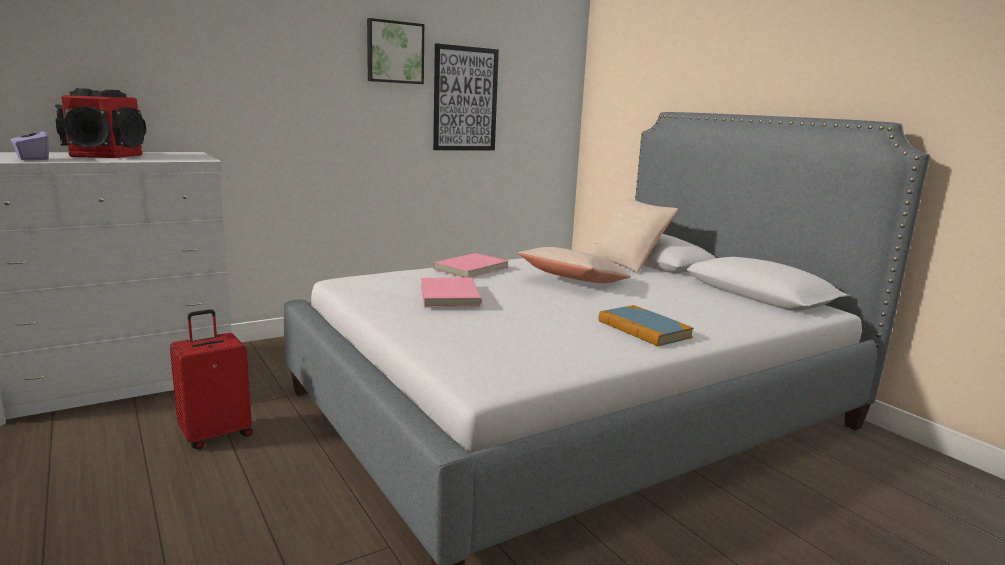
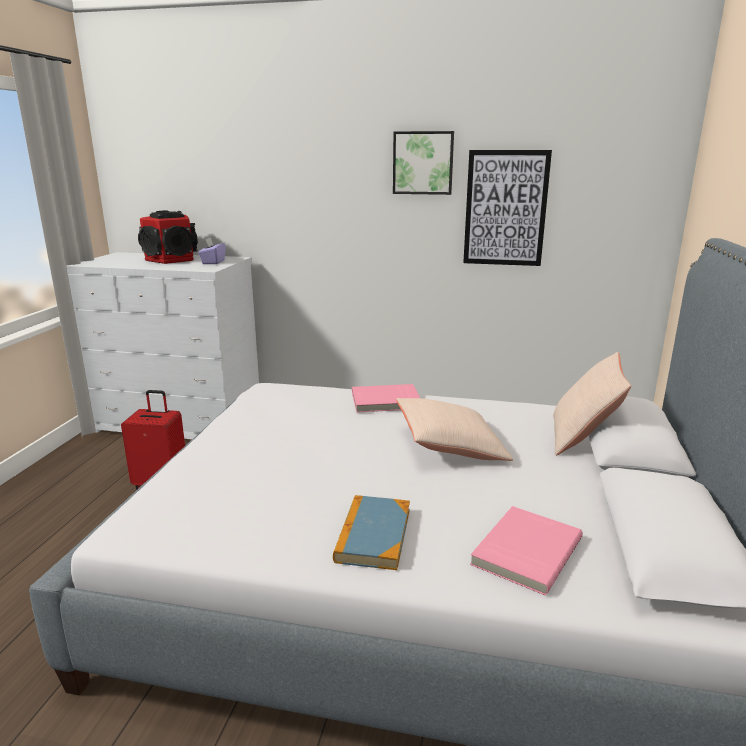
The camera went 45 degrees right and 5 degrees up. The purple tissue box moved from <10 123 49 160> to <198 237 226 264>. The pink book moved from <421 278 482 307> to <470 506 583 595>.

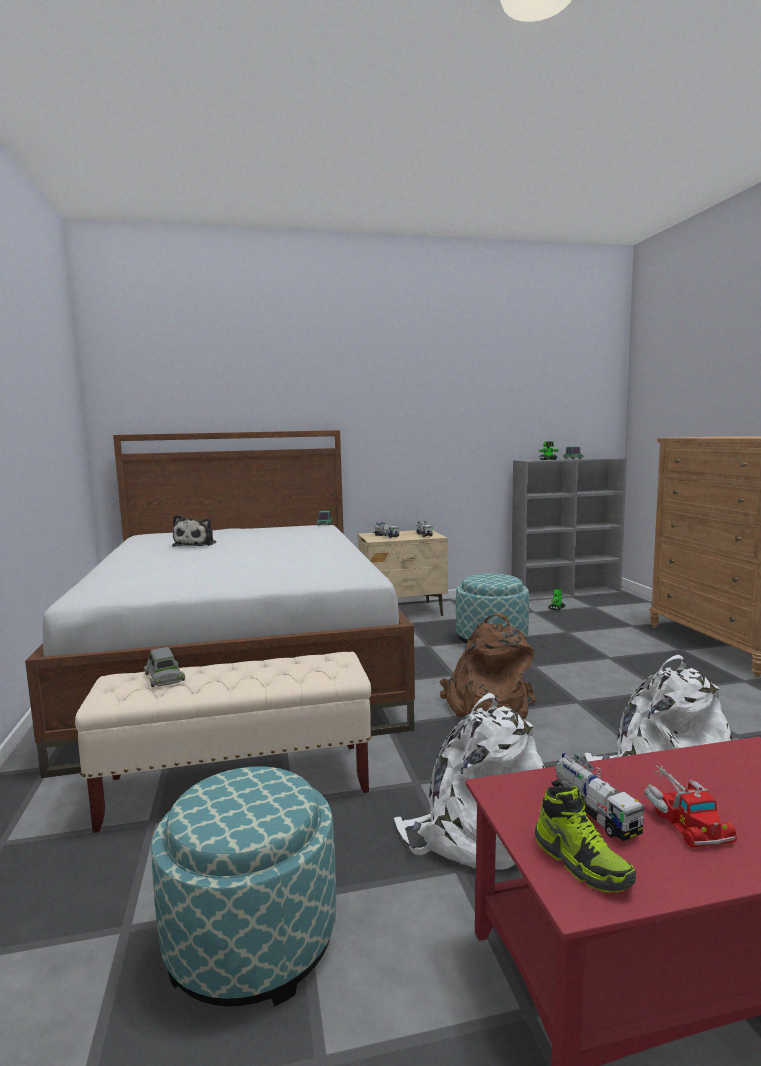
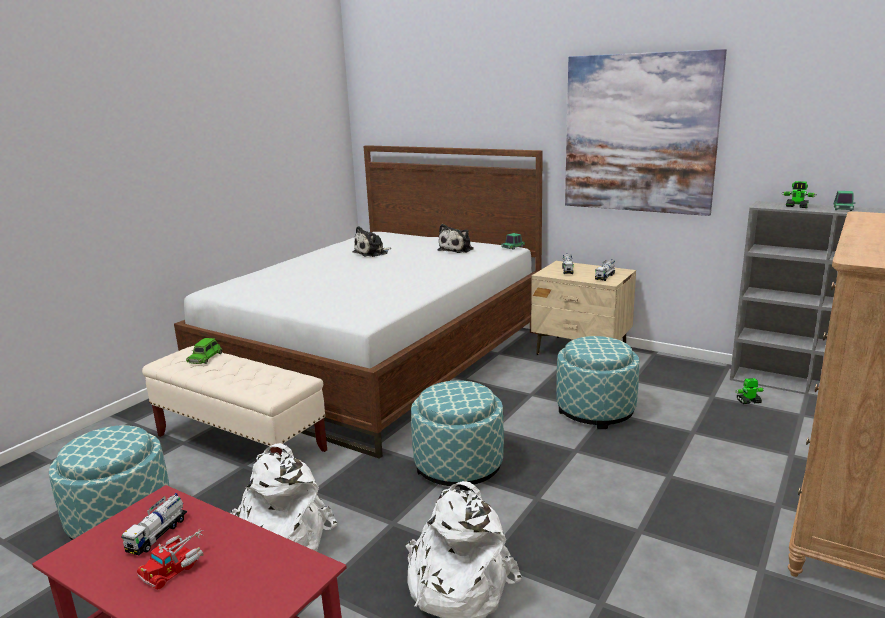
The camera went 45 degrees right and 10 degrees up. The grey toy car at <144 647 185 687> became the green toy car at <186 338 222 364>. The brown backpack at <439 613 537 719> was replaced by the ottoman at <411 380 504 491>. The shoe at <535 786 636 892> disappeared. The plush toy at <438 224 474 253> appeared. The picture at <565 49 727 216> appeared.

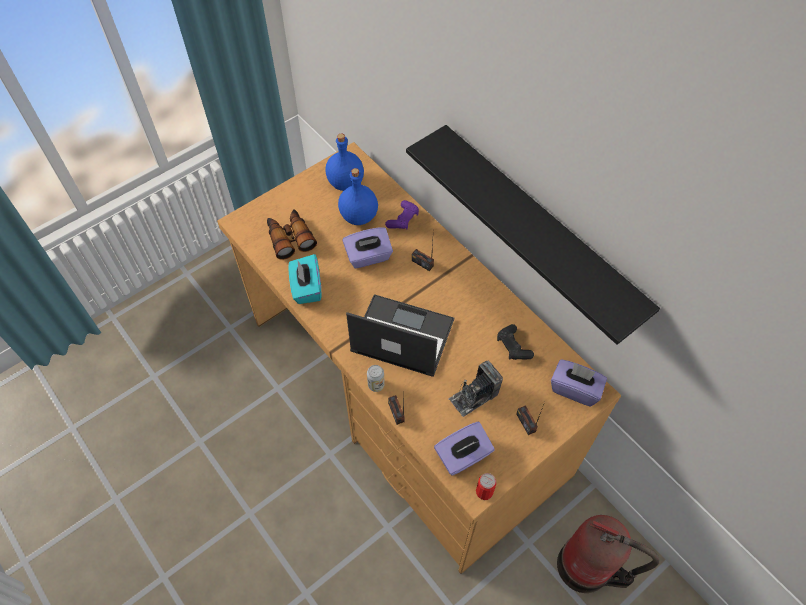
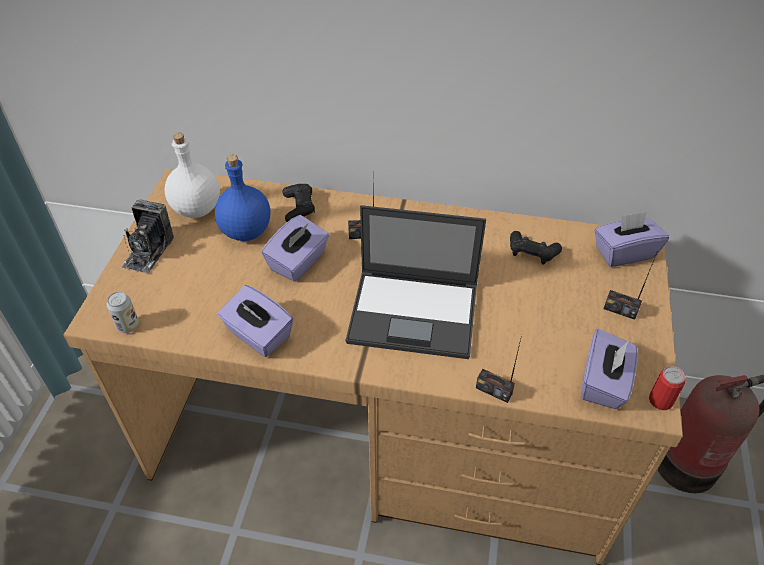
The camera went 40 degrees left and 10 degrees down. The binoculars at <267 209 317 260> disappeared. The turquoise tissue box at <288 254 321 304> became the purple tissue box at <218 285 293 357>. The blue bottle at <325 134 364 191> became the white bottle at <164 133 220 218>. The laptop at <346 294 455 377> turned 150 degrees counterclockwise. The can moved from <367 365 385 392> to <107 292 139 333>. The purple game controller at <385 200 419 229> became the black game controller at <282 184 315 222>. The black shelf at <406 125 660 345> disappeared. The photo camera moved from <449 360 503 417> to <121 199 174 273>.

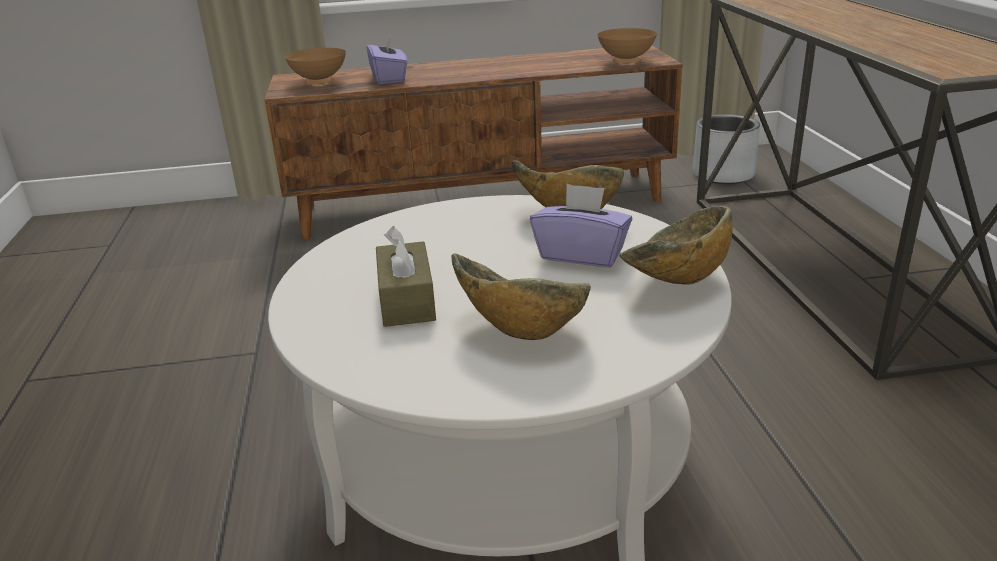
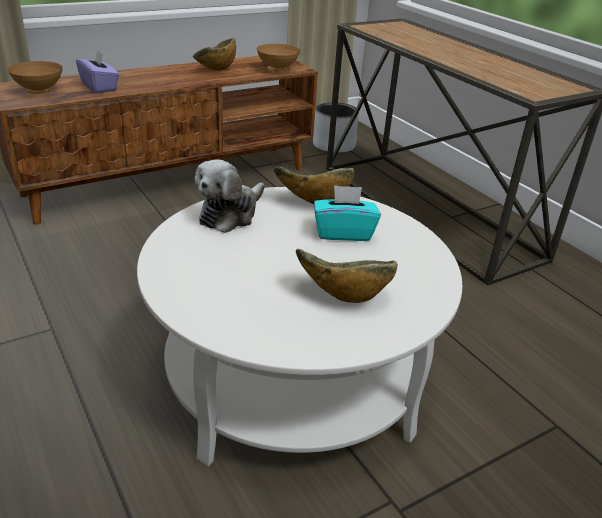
The camera went 25 degrees left and 5 degrees up. The brown tissue box at <376 226 436 327> disappeared. The purple tissue box at <530 184 632 267> became the turquoise tissue box at <314 185 381 241>. The bowl moved from <619 206 733 285> to <193 37 236 71>. The plush toy at <195 159 265 233> appeared.

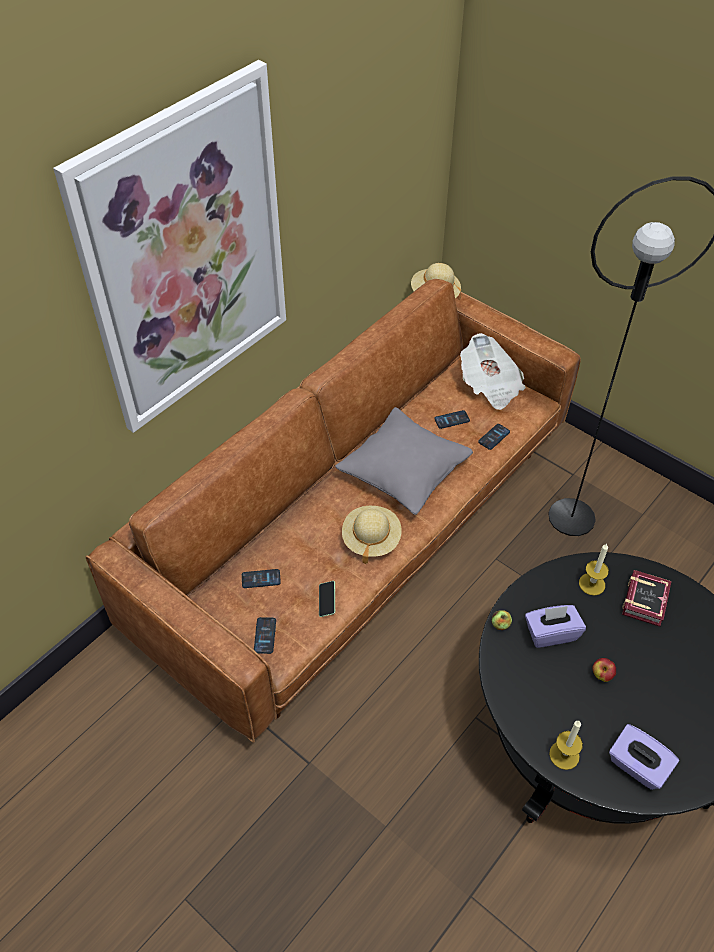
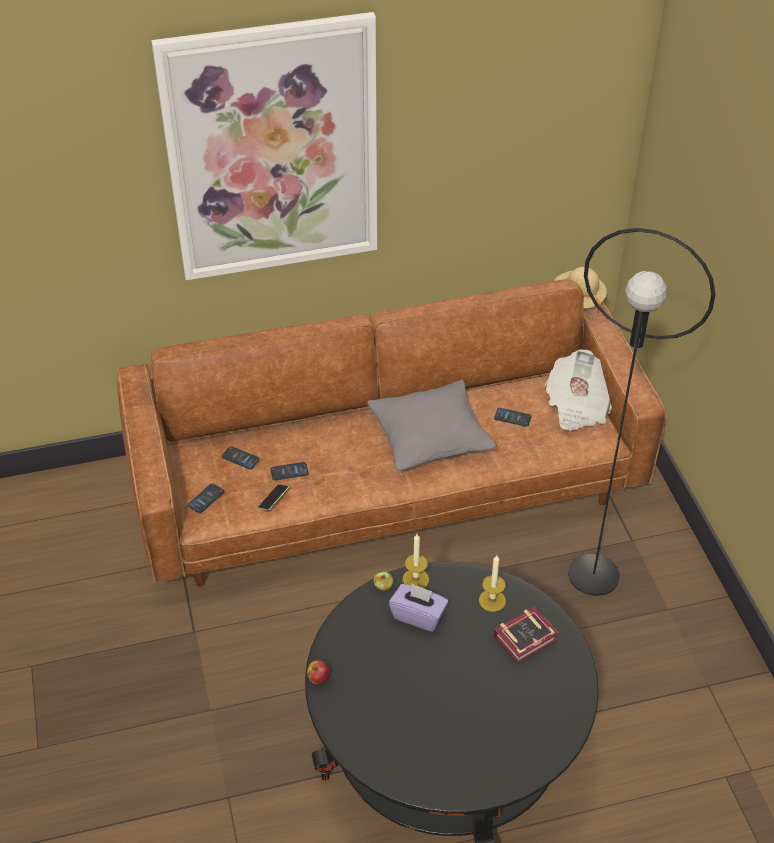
The camera went 35 degrees right and 5 degrees down. The beige hat at <342 506 401 564> disappeared. The phone moved from <478 424 510 450> to <270 462 309 480>. The candle moved from <549 721 583 770> to <403 534 429 588>. The apple moved from <592 658 616 682> to <307 660 331 684>. The purple tissue box at <609 724 679 790> disappeared.

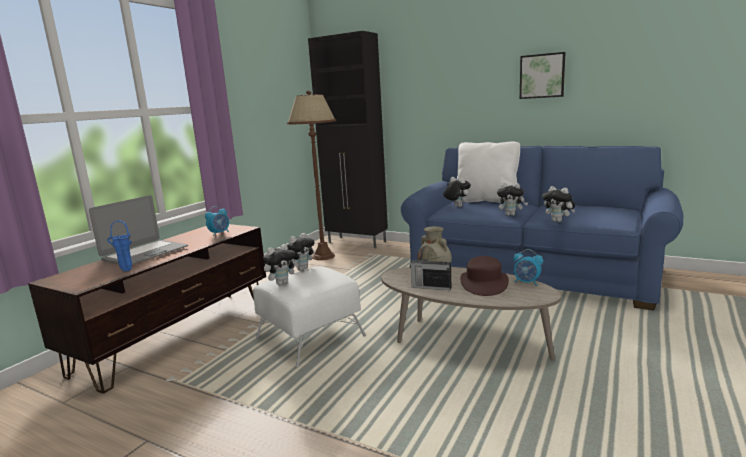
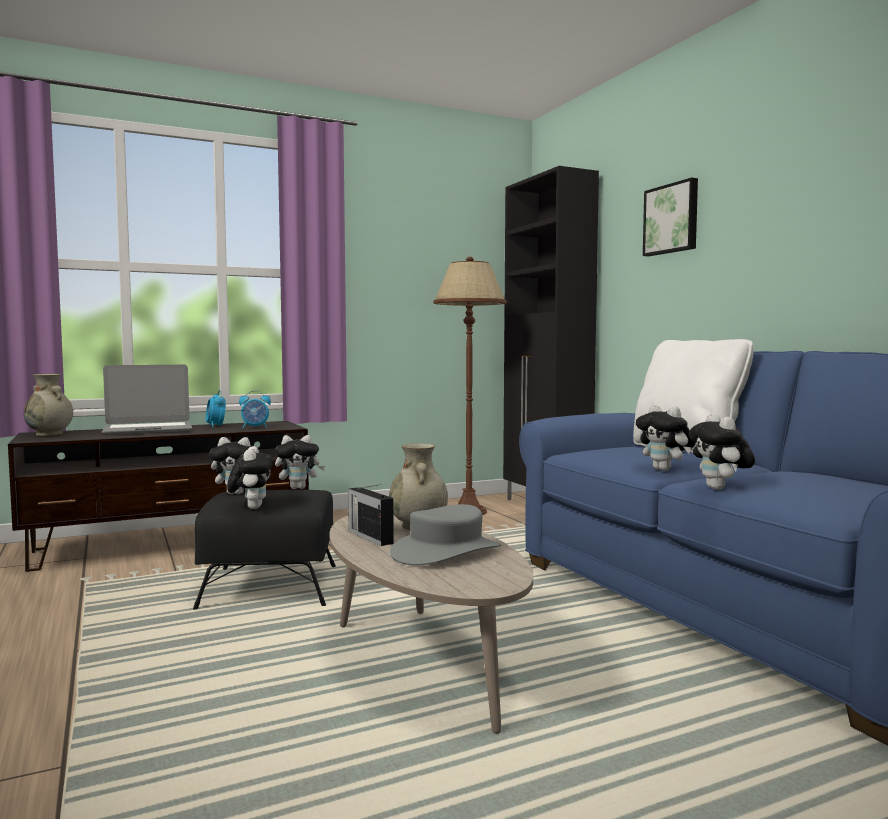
The camera went 35 degrees right and 10 degrees down. The blue vase at <107 221 132 271> disappeared. The white ottoman at <253 266 366 367> became the black ottoman at <193 490 336 610>. The plush toy moved from <443 177 471 207> to <227 446 274 509>. The brown hat at <460 256 509 296> became the grey hat at <390 504 501 565>. The alarm clock moved from <513 249 543 286> to <206 390 226 427>. The picture moved from <520 52 565 99> to <643 178 698 256>. The beige vase at <23 374 73 436> appeared.

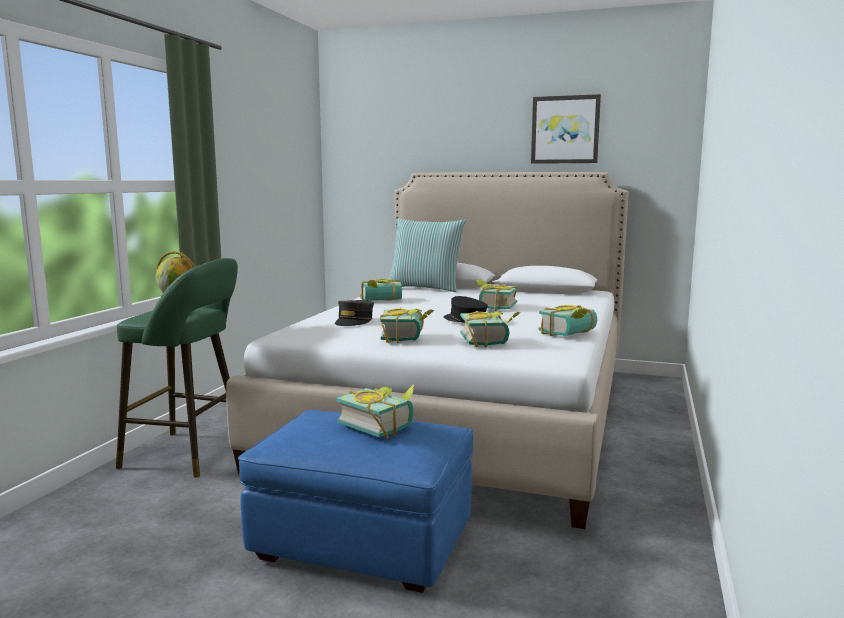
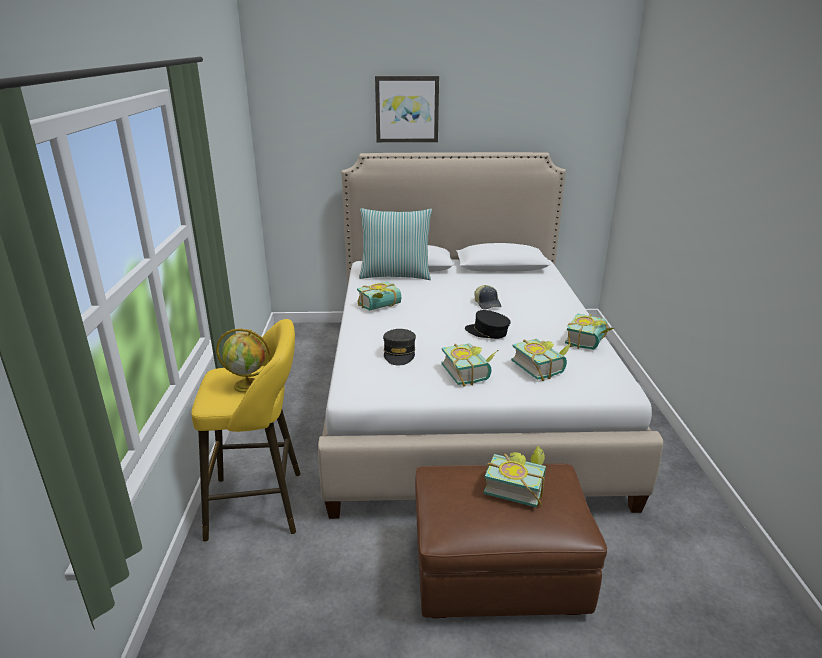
The camera went 20 degrees left and 15 degrees up. The green stool at <116 258 238 478> became the yellow stool at <191 319 300 541>. The blue ottoman at <238 410 473 593> became the brown ottoman at <415 464 607 618>. The book at <476 279 518 311> was replaced by the cap at <474 285 502 310>. The picture moved from <531 94 601 164> to <375 76 439 142>.

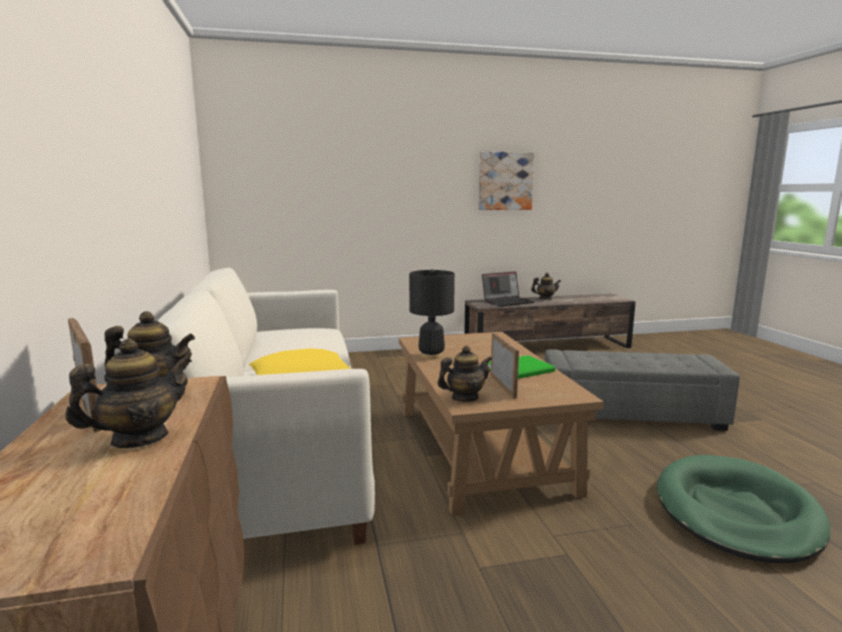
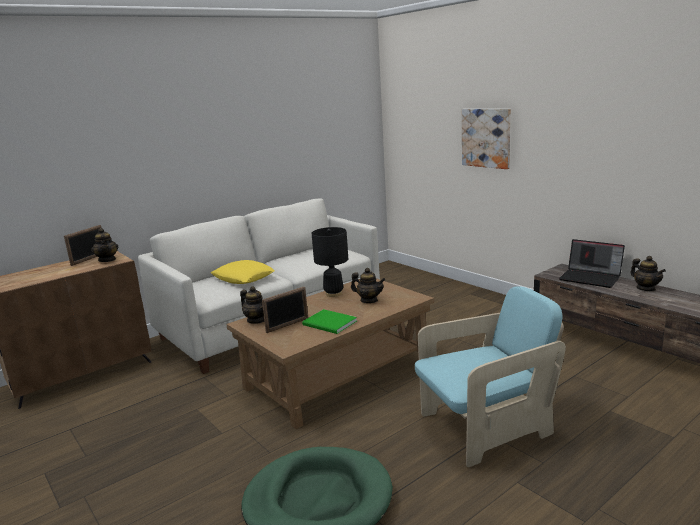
The camera went 65 degrees right and 5 degrees up. The teapot moved from <65 338 192 448> to <351 268 385 303>. The picture moved from <478 151 534 210> to <462 109 511 169>. The grey ottoman at <545 349 740 431> was replaced by the turquoise armchair at <415 286 566 467>.

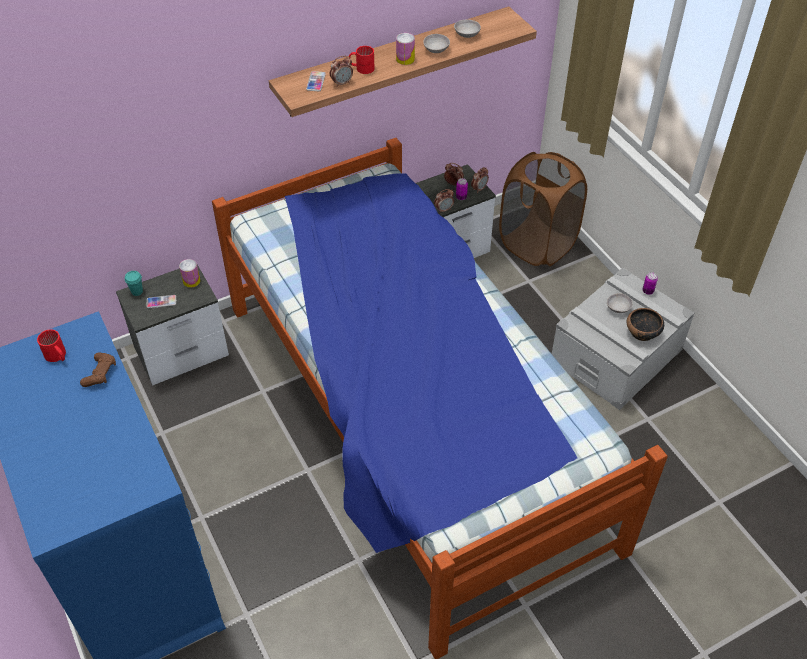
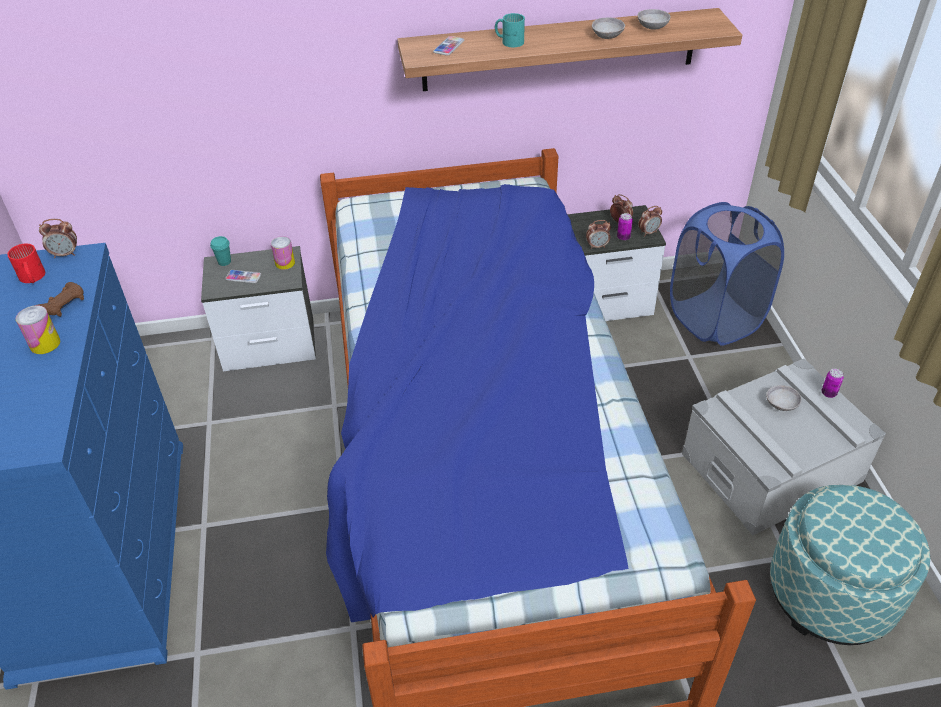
The camera went 20 degrees right and 5 degrees down. The alarm clock moved from <330 56 353 87> to <39 219 77 258>. The red mug at <349 46 374 74> became the turquoise mug at <495 13 525 47>. The can moved from <396 33 415 65> to <16 305 60 354>. The brown laundry basket at <499 152 587 266> became the blue laundry basket at <670 202 784 346>. The bowl at <627 308 664 341> disappeared. The ottoman at <770 485 930 645> appeared.

